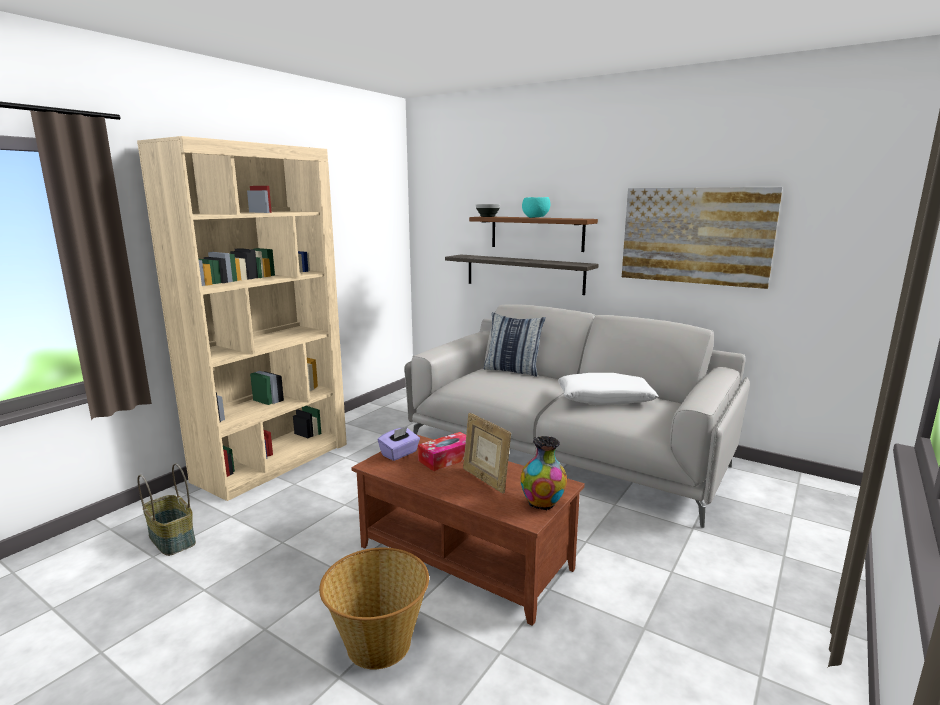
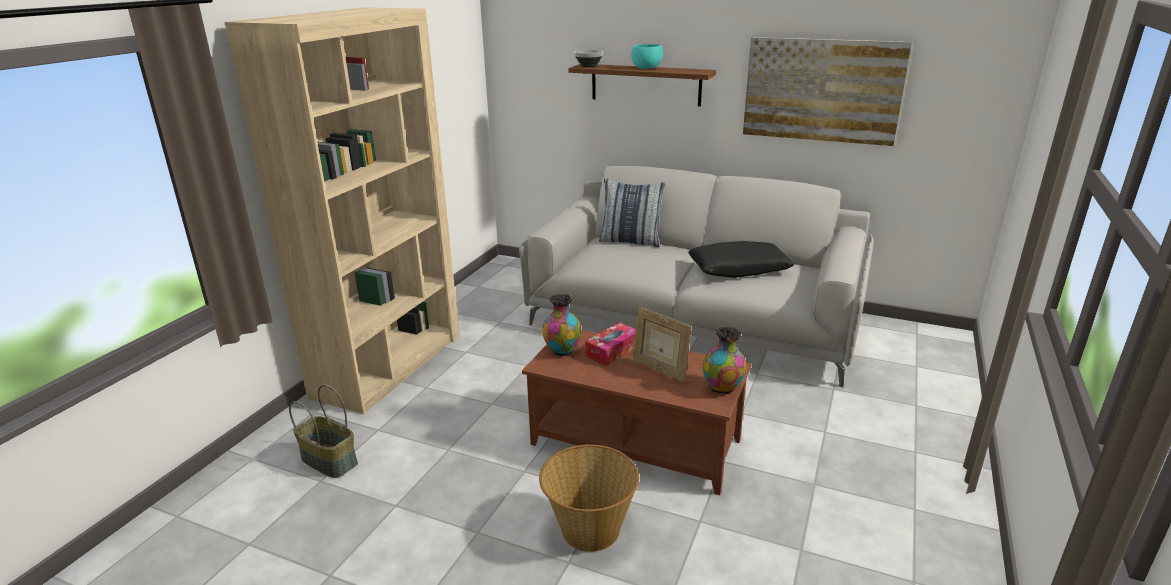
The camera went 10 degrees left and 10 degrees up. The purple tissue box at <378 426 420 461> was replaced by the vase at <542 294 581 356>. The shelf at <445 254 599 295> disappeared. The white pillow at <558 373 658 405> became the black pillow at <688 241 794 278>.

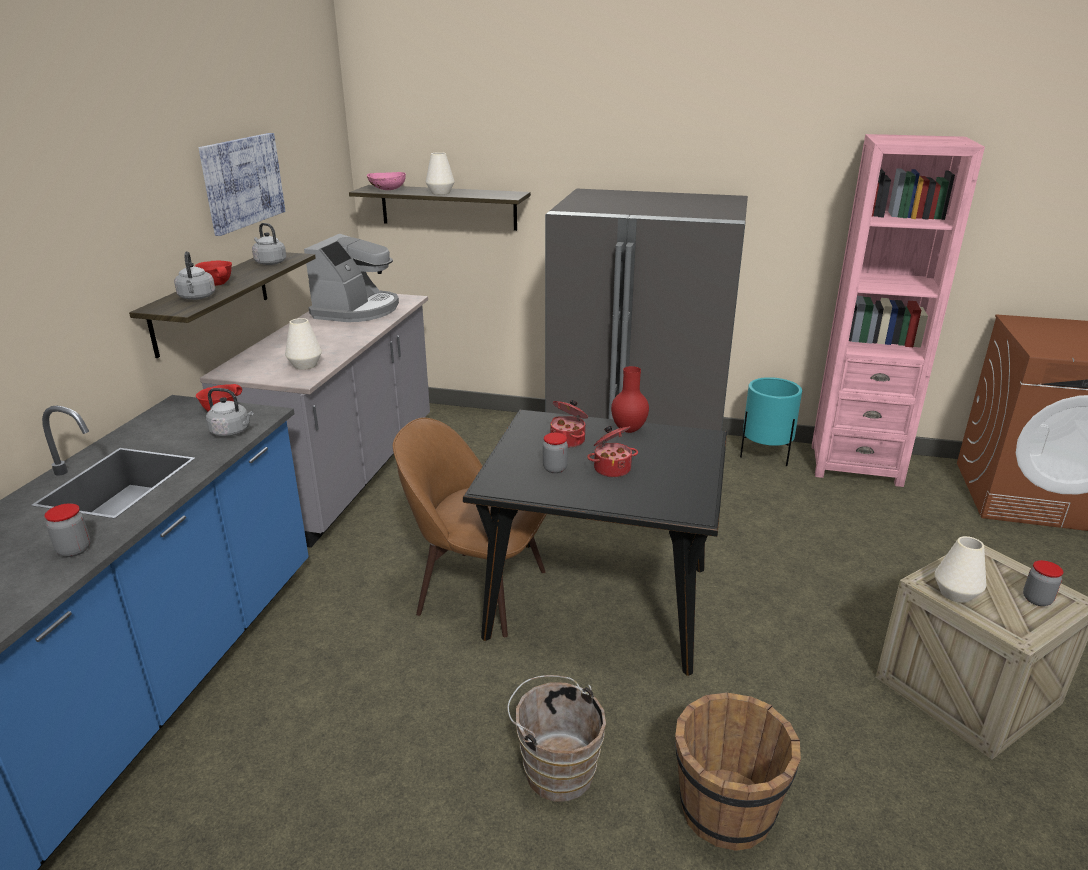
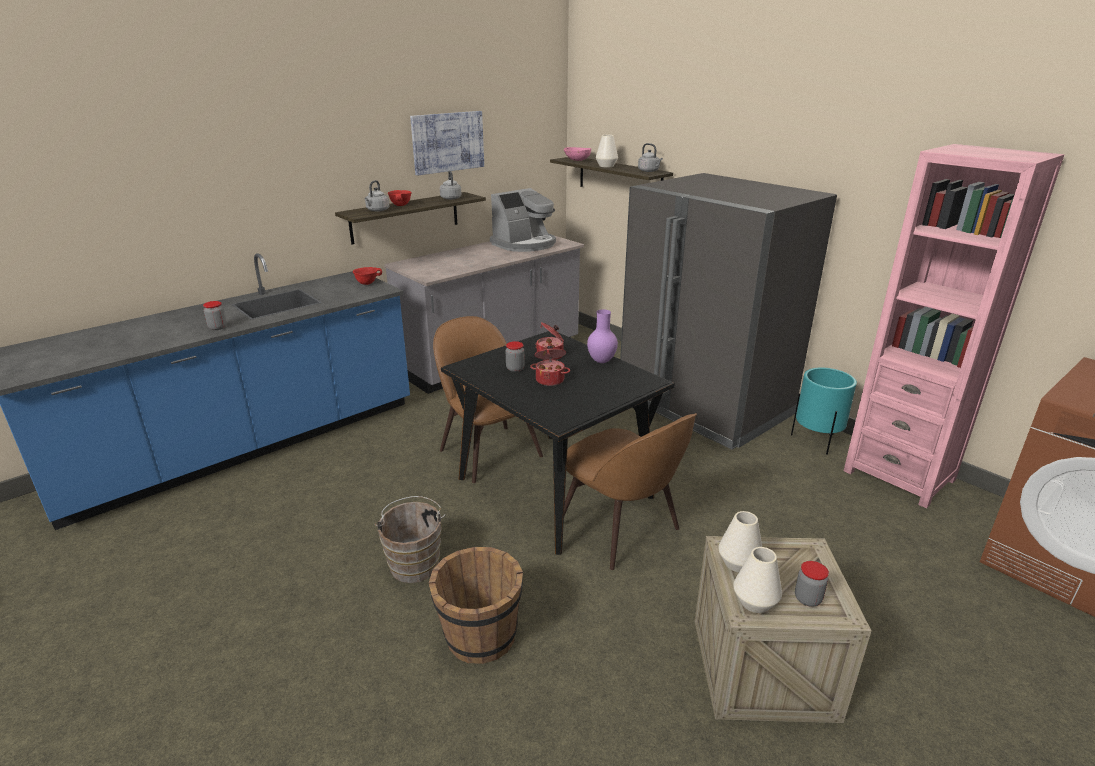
The camera went 35 degrees right and 0 degrees up. The grey kettle moved from <206 388 253 437> to <638 143 663 172>. The white vase moved from <285 318 322 370> to <733 547 782 613>. The red vase at <611 366 649 433> became the purple vase at <587 309 618 363>. The brown chair at <564 413 697 570> appeared.

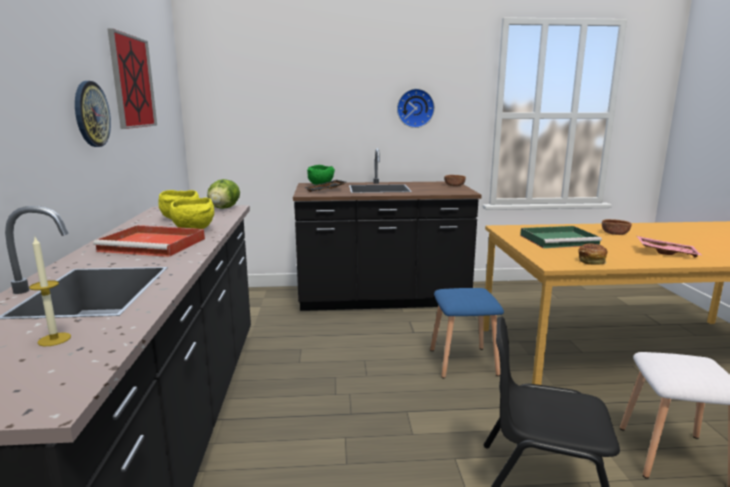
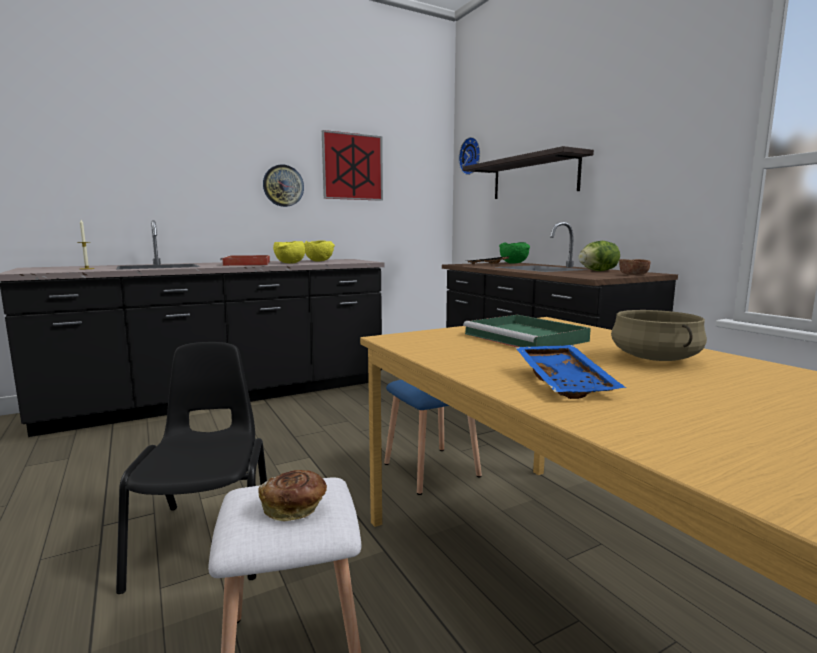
The camera went 65 degrees right and 5 degrees down. The lettuce moved from <207 179 240 209> to <578 241 620 271>. The wall clock moved from <397 89 435 128> to <459 137 480 175>. The bread moved from <578 243 608 265> to <258 470 327 521>. The brown bowl at <602 219 632 235> was replaced by the beige cooking pot at <611 310 707 361>. The pink tray at <637 236 703 257> became the blue tray at <515 345 626 399>. The shelf at <463 146 594 199> appeared.

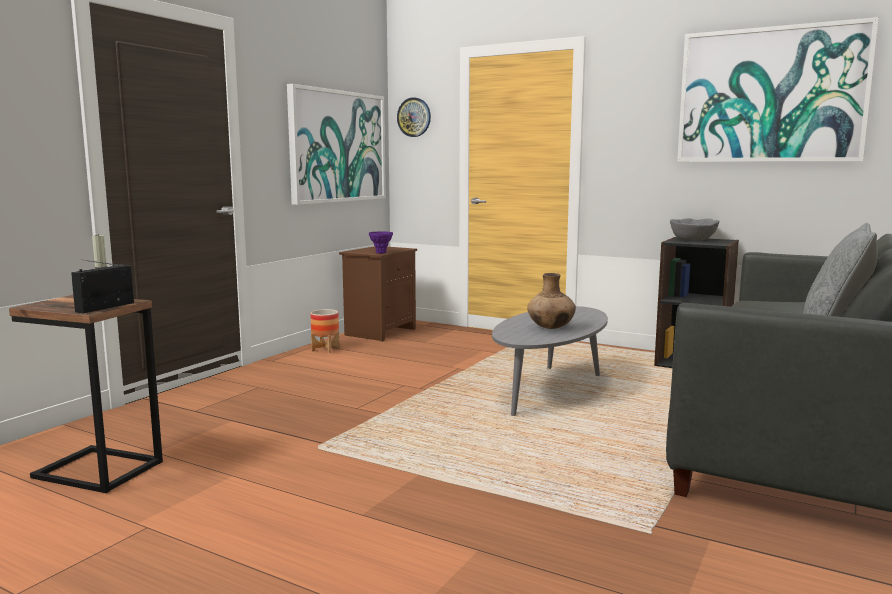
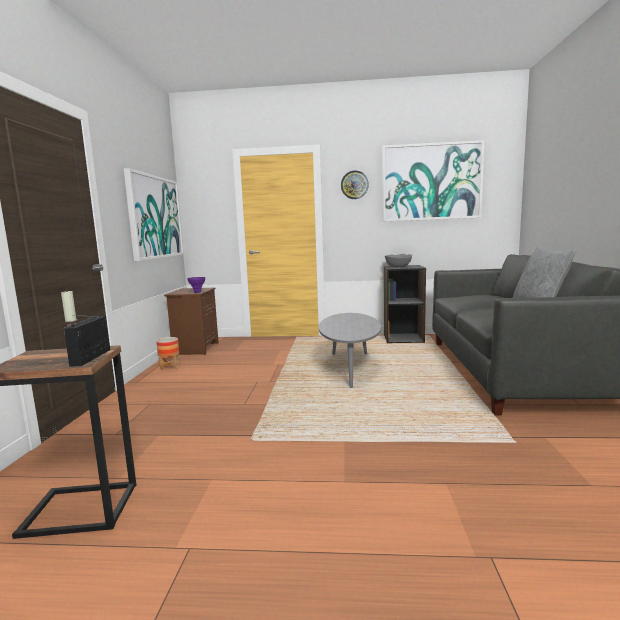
The camera went 25 degrees left and 0 degrees up. The wall clock moved from <397 97 431 137> to <341 170 369 199>. The brown vase at <527 273 576 329> disappeared.

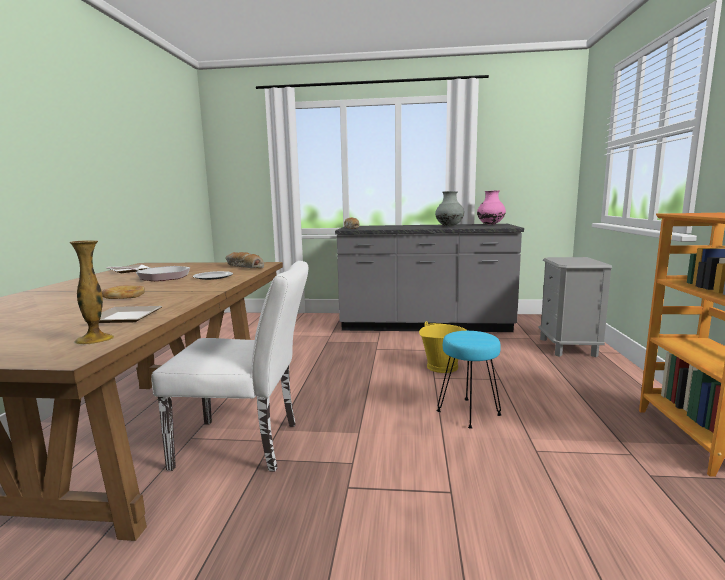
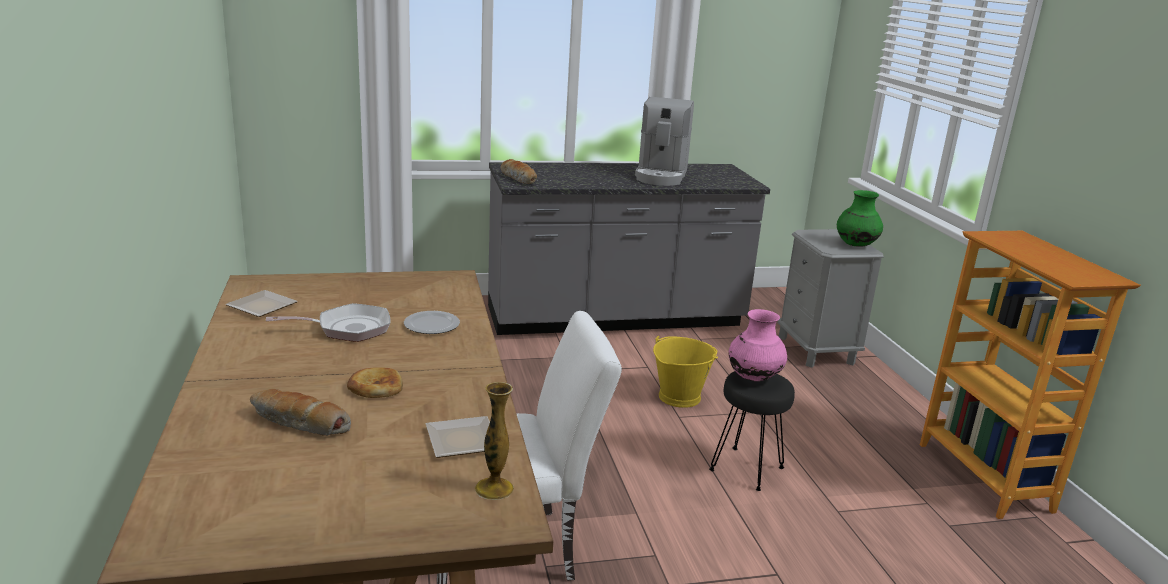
The camera went 20 degrees left and 10 degrees up. The bread moved from <226 252 264 269> to <250 389 351 436>. The grey vase at <435 191 464 226> was replaced by the coffee machine at <635 97 694 186>. The turquoise stool at <436 331 502 429> became the black stool at <709 371 795 491>. The pink vase moved from <477 190 506 225> to <729 309 787 381>. The green vase at <837 190 883 247> appeared.

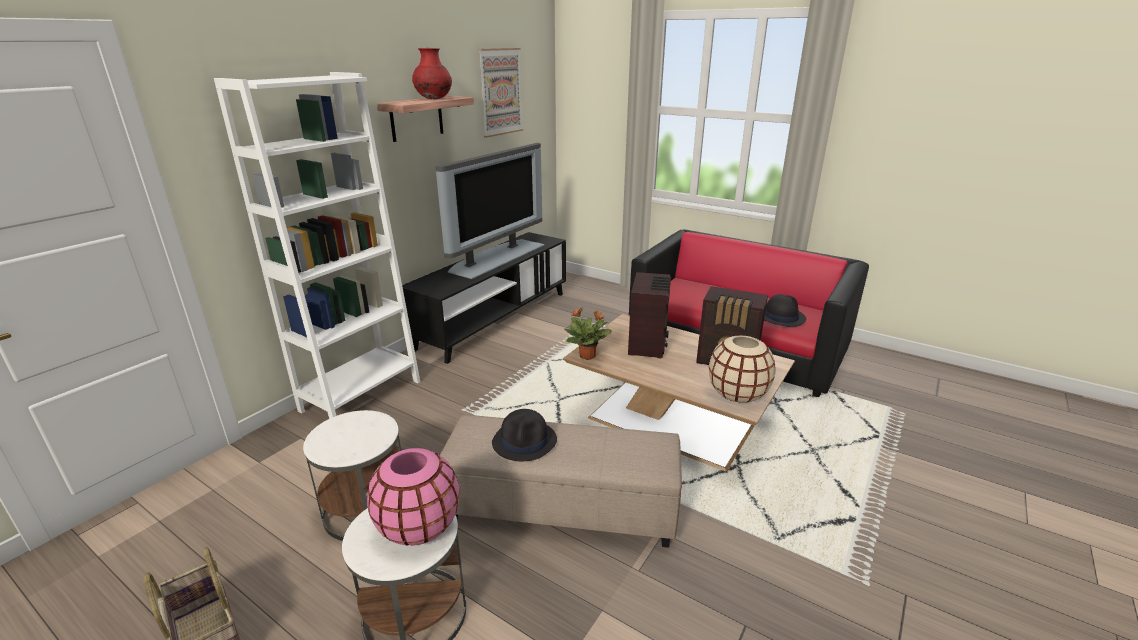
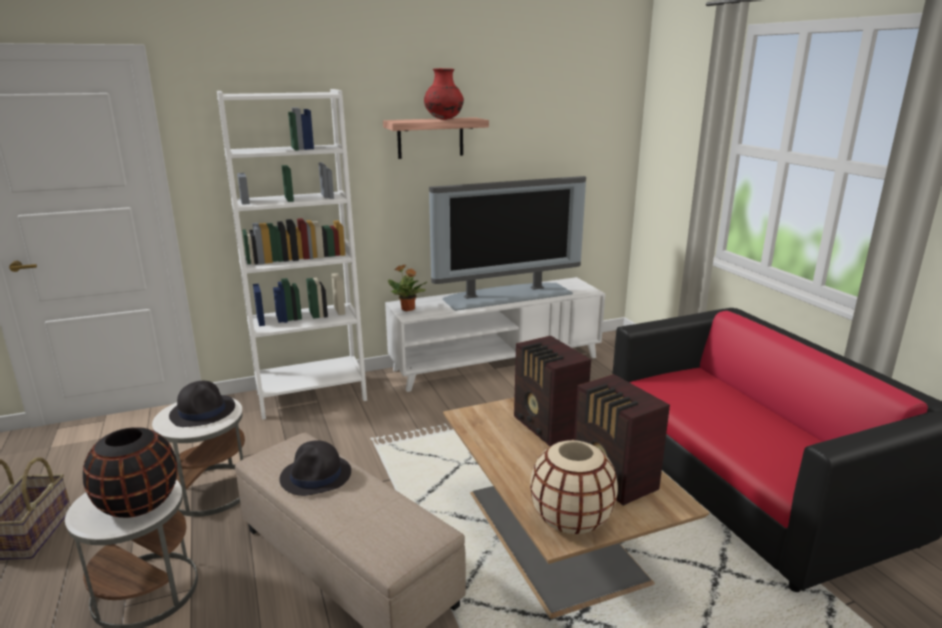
The camera went 35 degrees right and 5 degrees down. The pink vase at <367 448 459 546> became the black vase at <83 427 177 518>. The black tv stand at <402 232 566 364> became the white tv stand at <385 277 605 392>. The picture at <478 48 523 138> disappeared. The potted plant moved from <564 307 612 360> to <388 265 427 311>. The radio at <628 272 671 359> turned 105 degrees clockwise. The black hat moved from <764 294 806 327> to <169 381 235 427>.

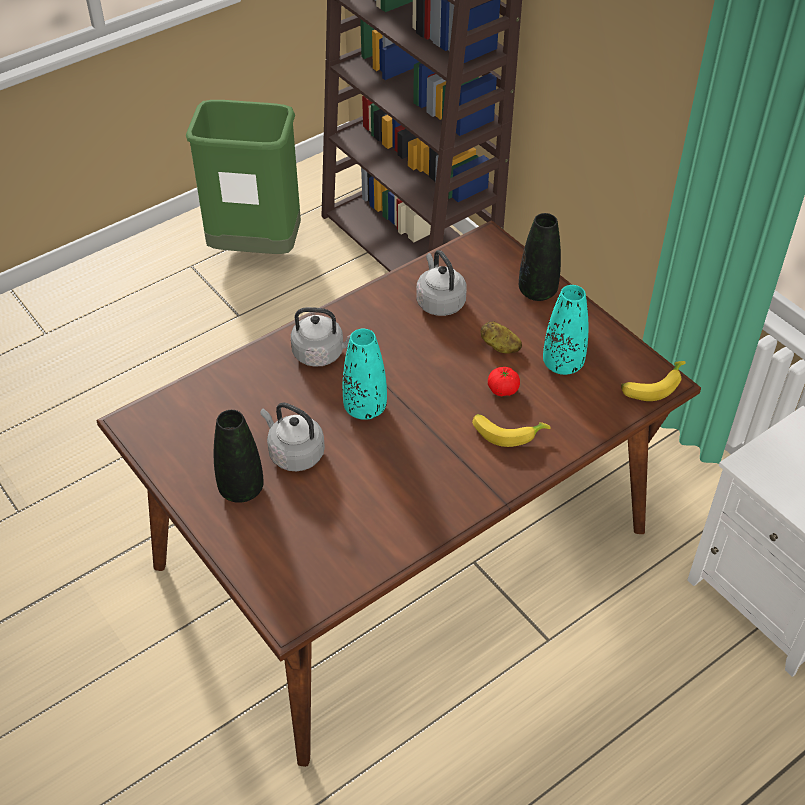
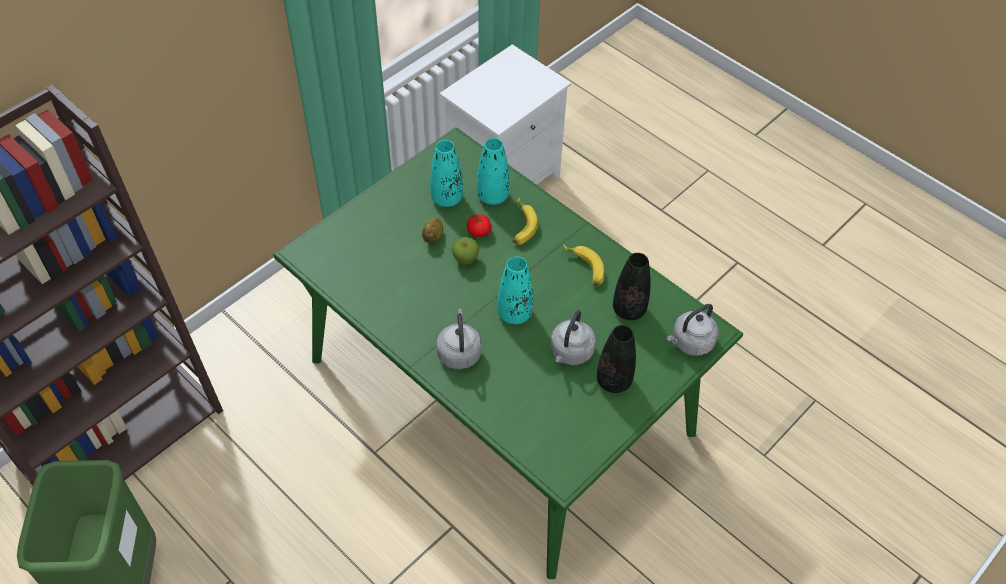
The camera went 100 degrees left and 5 degrees up. The brown dining table at <97 220 701 767> became the green dining table at <273 127 743 579>. The grey kettle moved from <416 250 467 316> to <666 304 719 356>. The black vase moved from <519 213 561 301> to <613 253 651 320>. The banana moved from <621 361 686 401> to <563 244 605 286>. The apple at <452 237 479 265> appeared. The turquoise vase at <477 138 509 205> appeared.

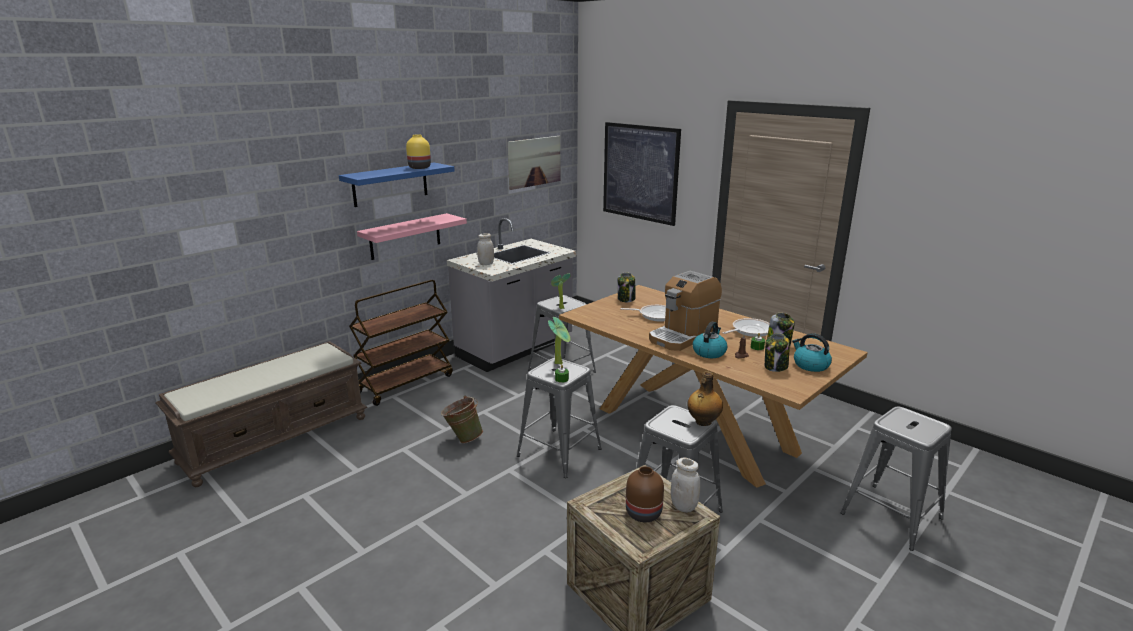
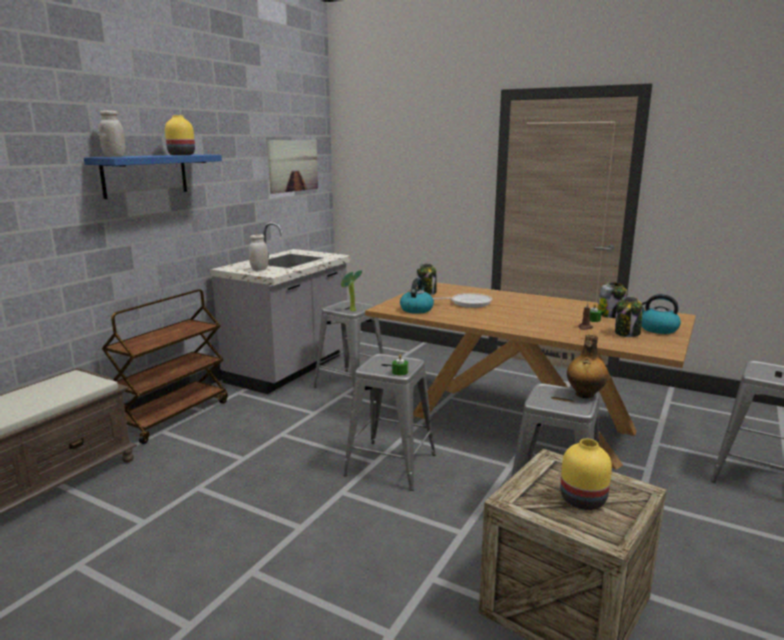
The camera went 15 degrees left and 5 degrees down. The pink shelf at <357 213 467 260> disappeared. The green bucket at <441 395 483 443> disappeared. The potted plant at <548 317 571 365> disappeared. The picture at <603 122 681 226> disappeared. The brown vase at <626 466 664 522> became the yellow vase at <560 438 612 510>. The coffee machine at <649 271 722 351> disappeared. The white jar moved from <671 458 700 512> to <99 111 125 157>. The kettle moved from <693 322 727 358> to <400 278 434 314>. The frying pan at <723 318 770 337> disappeared.

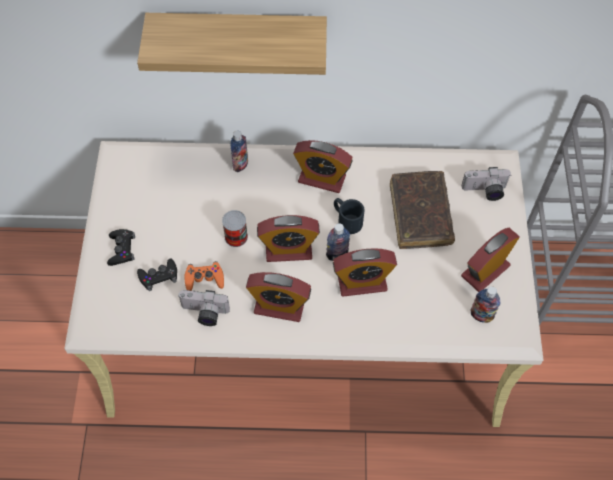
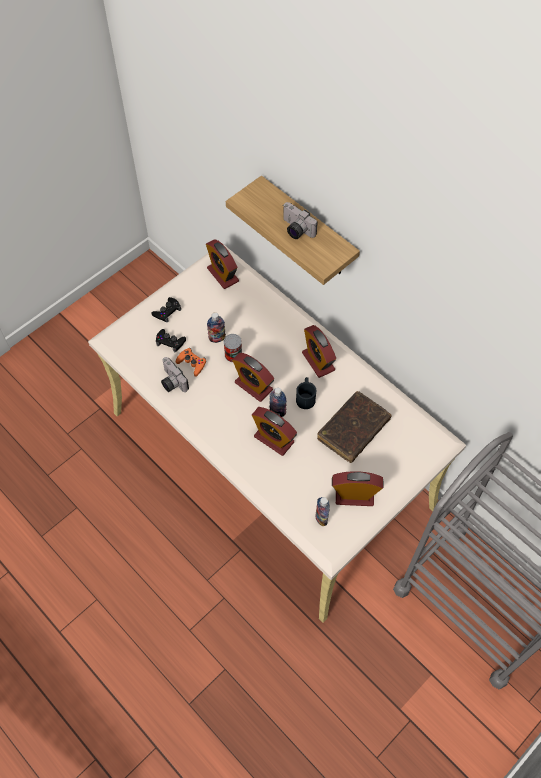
The camera went 45 degrees right and 0 degrees up. The bottle moved from <230 130 248 172> to <207 312 226 343>. The alarm clock moved from <246 272 311 322> to <206 239 239 289>. The photo camera moved from <461 167 511 201> to <283 202 318 239>.

